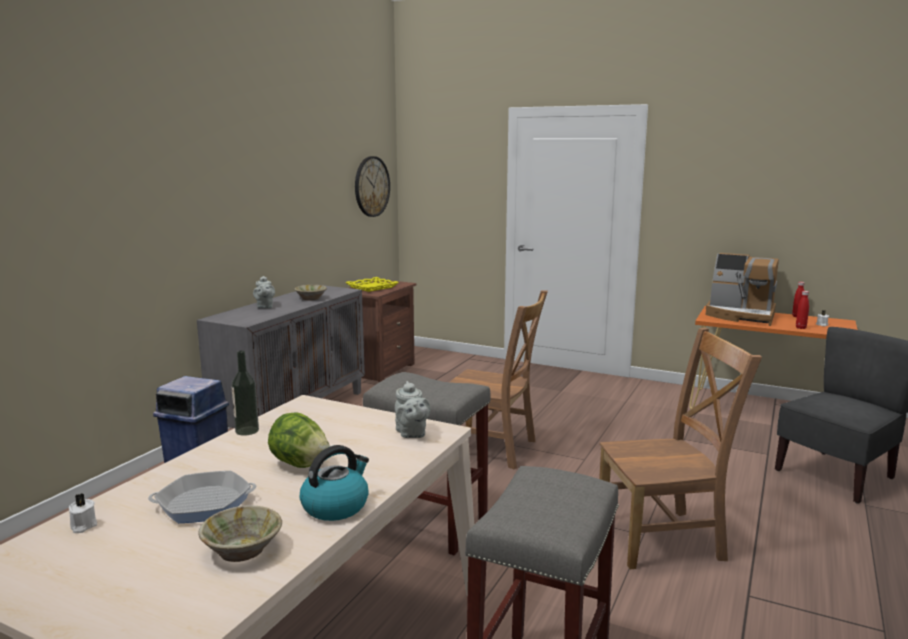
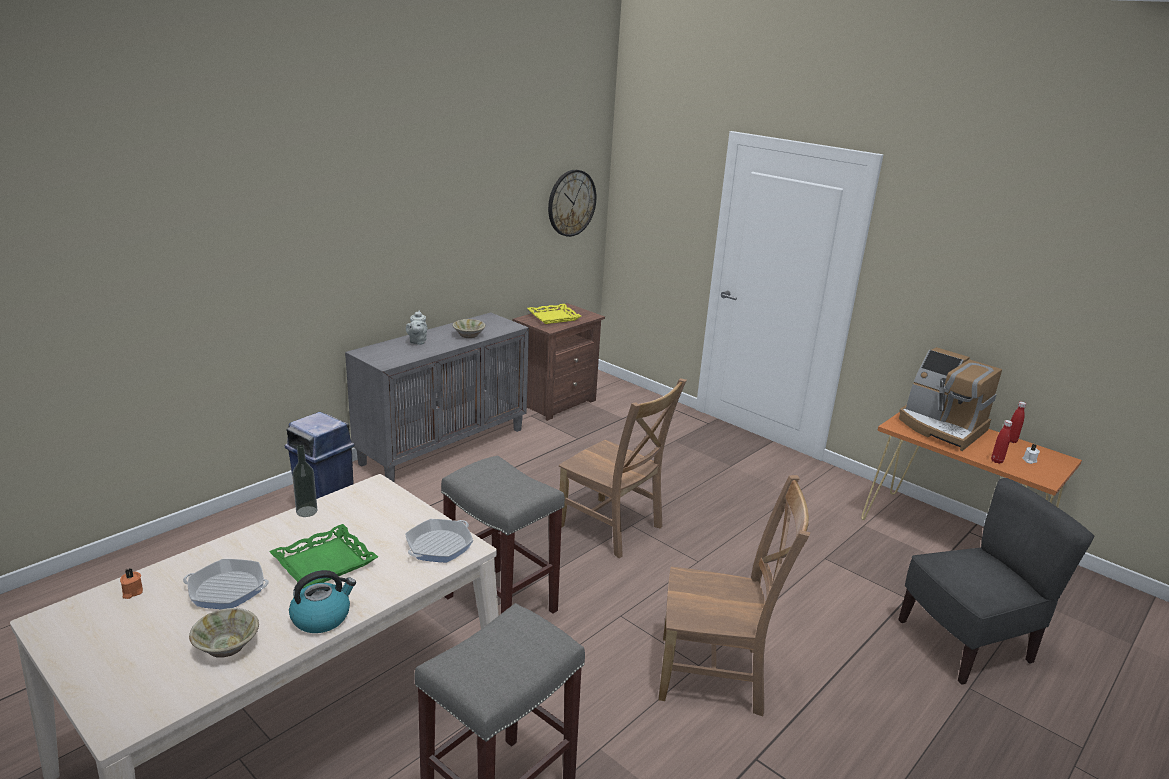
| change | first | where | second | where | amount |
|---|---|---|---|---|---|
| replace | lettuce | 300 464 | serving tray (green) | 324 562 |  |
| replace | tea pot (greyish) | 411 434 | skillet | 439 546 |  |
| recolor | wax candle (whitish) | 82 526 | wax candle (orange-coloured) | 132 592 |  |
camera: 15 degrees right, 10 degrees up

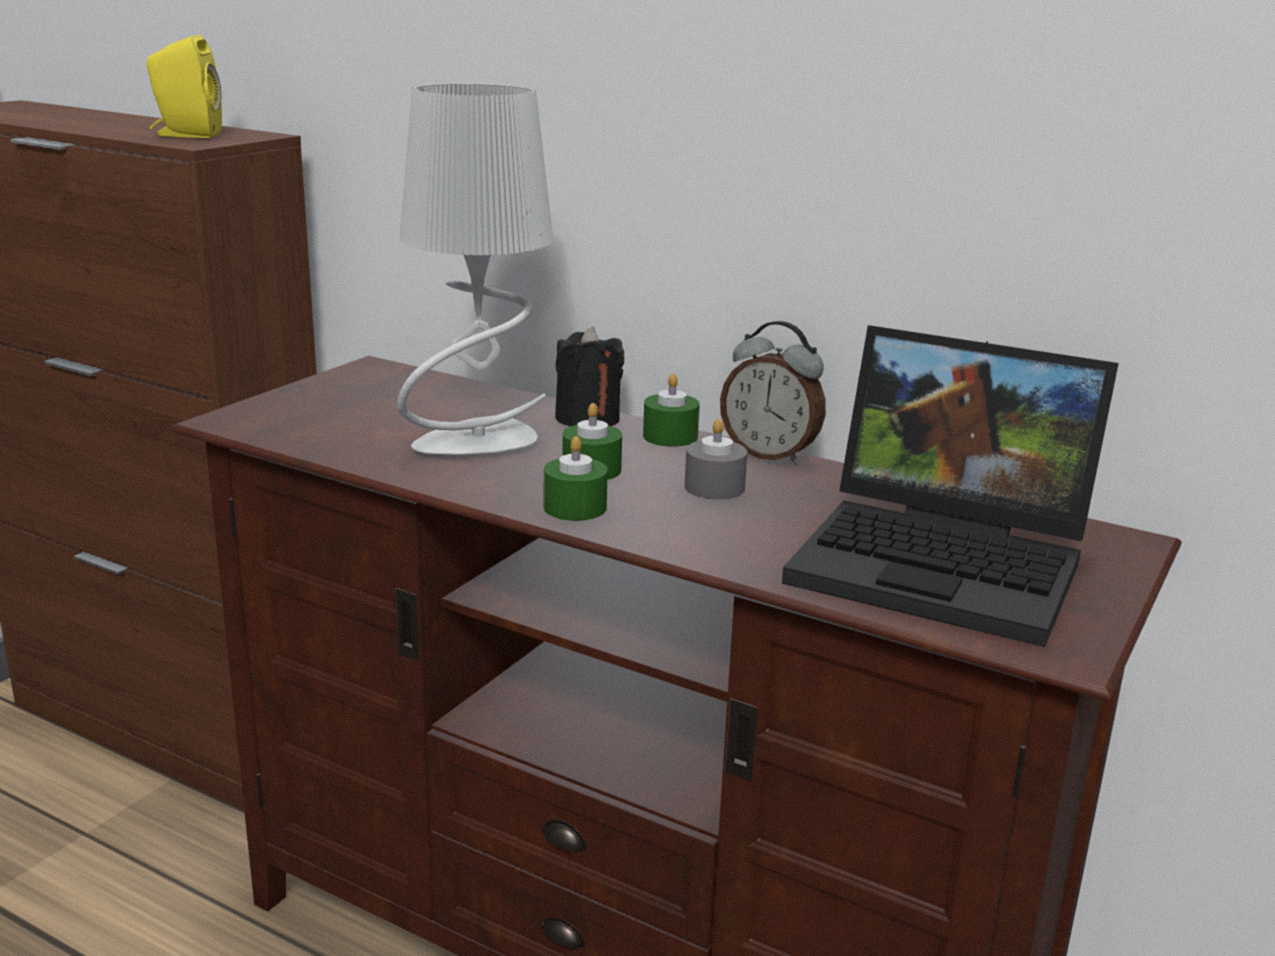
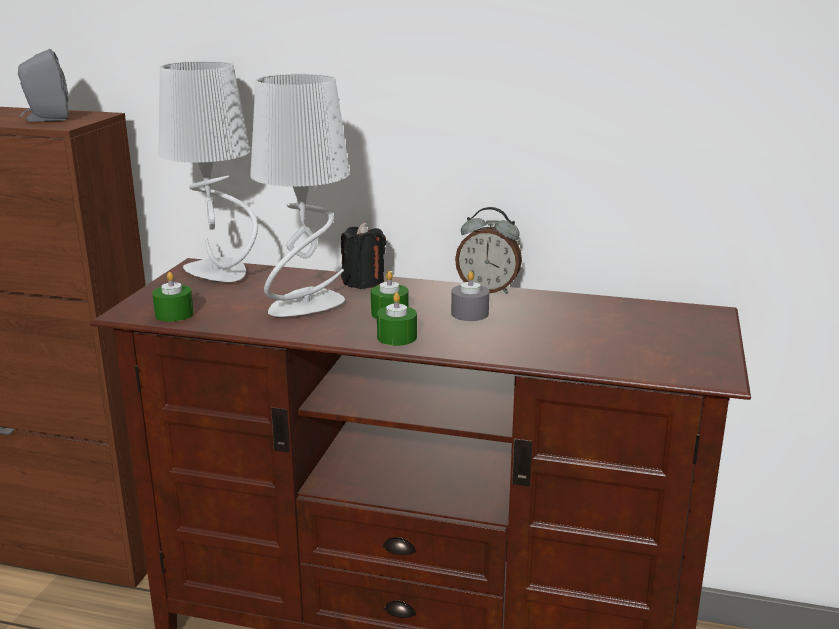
| change | first | where | second | where | amount |
|---|---|---|---|---|---|
| delete | laptop | 948 564 |  |  |  |
| insert |  |  | lamp for a table (greyish) | 219 272 |  |
| move | wax candle (green) | 670 436 |  | 174 314 |  |
| recolor | speaker (yellow) | 186 135 | speaker (greyish) | 46 119 |  |
camera: 15 degrees left, 0 degrees up

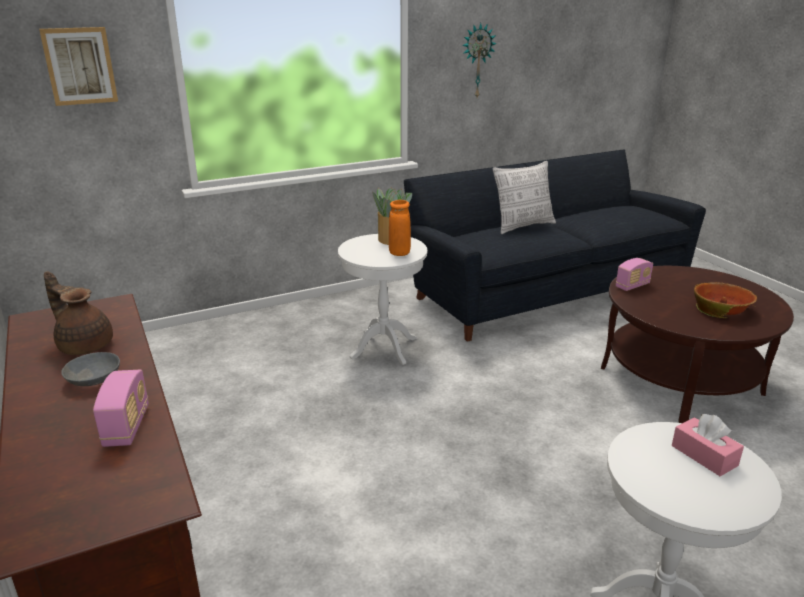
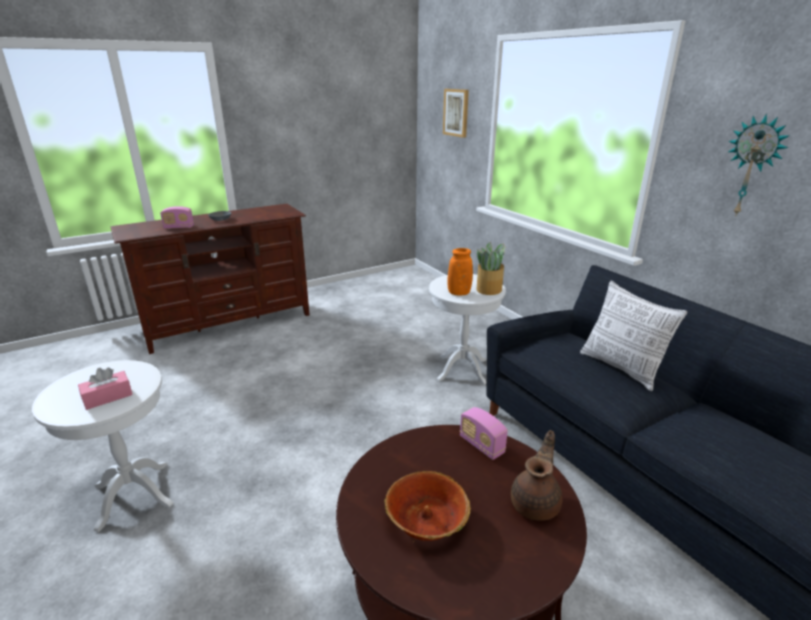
| change | first | where | second | where | amount |
|---|---|---|---|---|---|
| move | tea pot (brown) | 85 344 |  | 536 503 |  |
camera: 85 degrees right, 0 degrees up

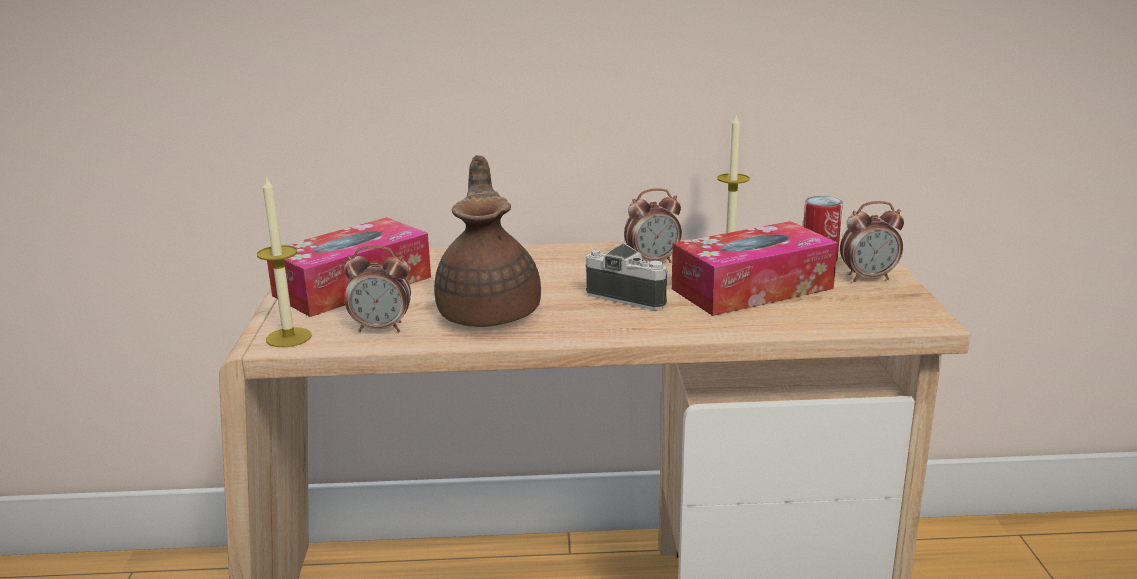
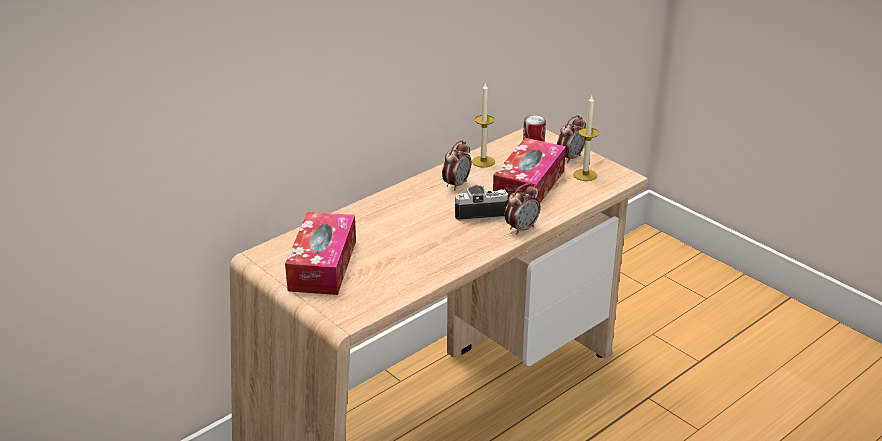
| change | first | where | second | where | amount |
|---|---|---|---|---|---|
| delete | tea pot (brown) | 490 312 |  |  |  |
| move | wax candle | 288 337 |  | 585 175 |  |
| move | table clock | 381 328 |  | 521 228 |  |
camera: 40 degrees left, 10 degrees up

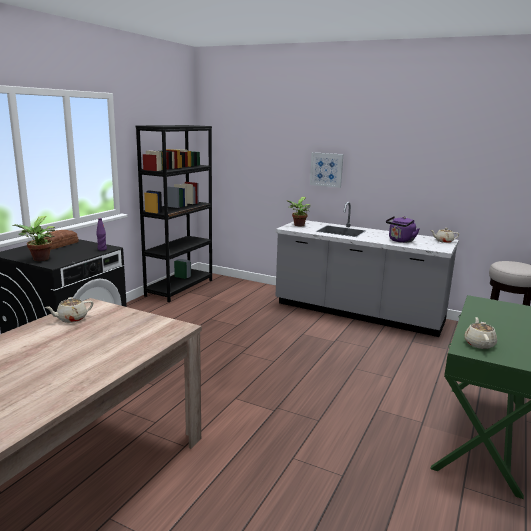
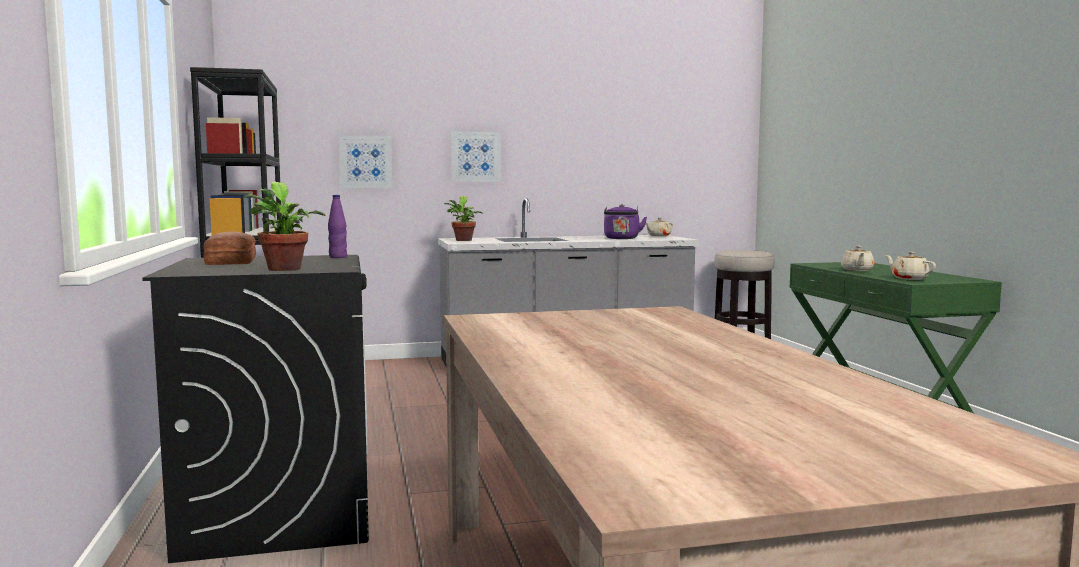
| change | first | where | second | where | amount |
|---|---|---|---|---|---|
| insert |  |  | wall picture | 366 162 |  |
| move | tea pot (sand-coloured) | 71 319 |  | 857 270 |  |
camera: 40 degrees left, 10 degrees down

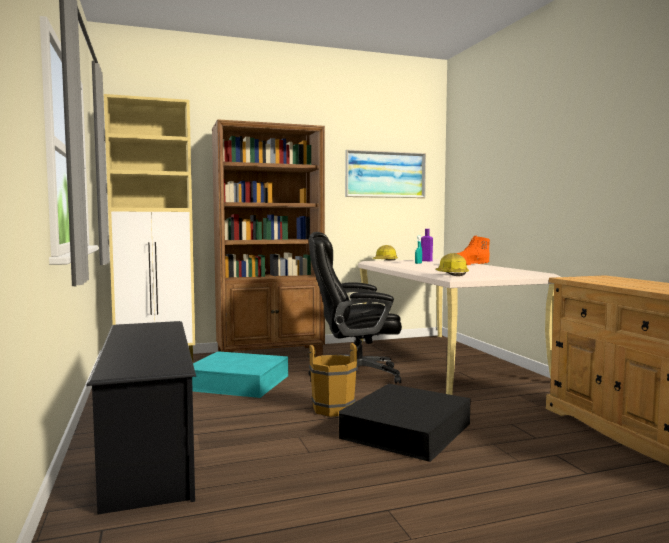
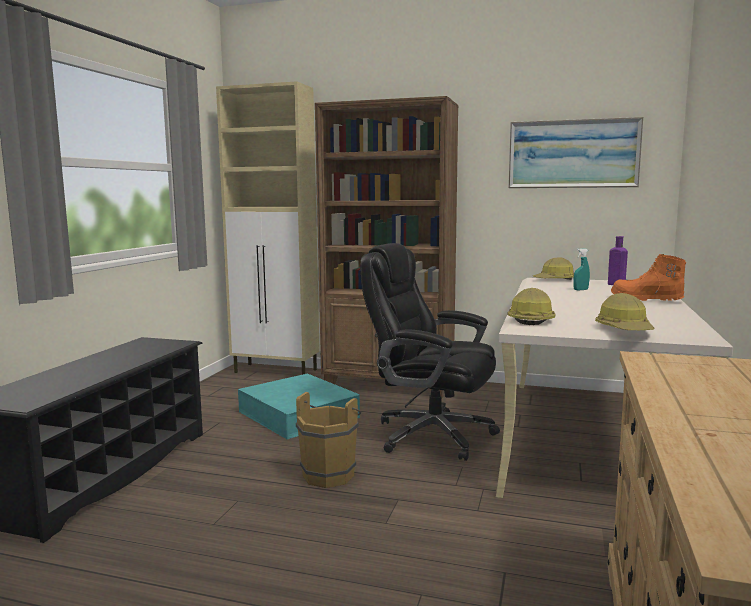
| change | first | where | second | where | amount |
|---|---|---|---|---|---|
| delete | storage container (blackish) | 406 431 |  |  |  |
| insert |  |  | hard hat | 624 329 |  |
camera: 35 degrees right, 5 degrees up

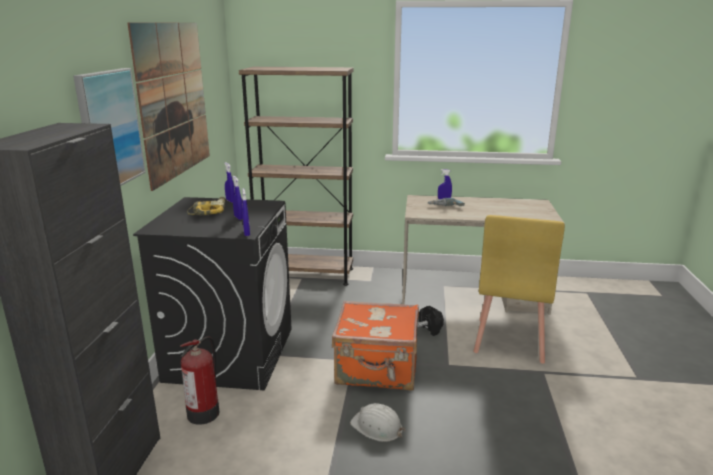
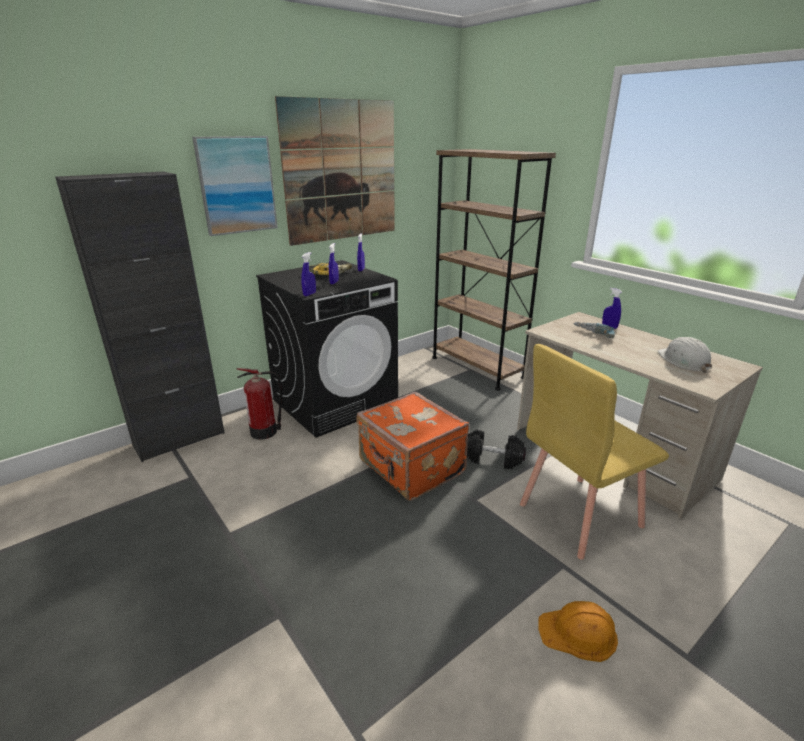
| change | first | where | second | where | amount |
|---|---|---|---|---|---|
| insert |  |  | hard hat (orange-coloured) | 578 633 |  |
| move | hard hat (whitish) | 377 427 |  | 684 361 |  |
camera: 45 degrees right, 5 degrees up

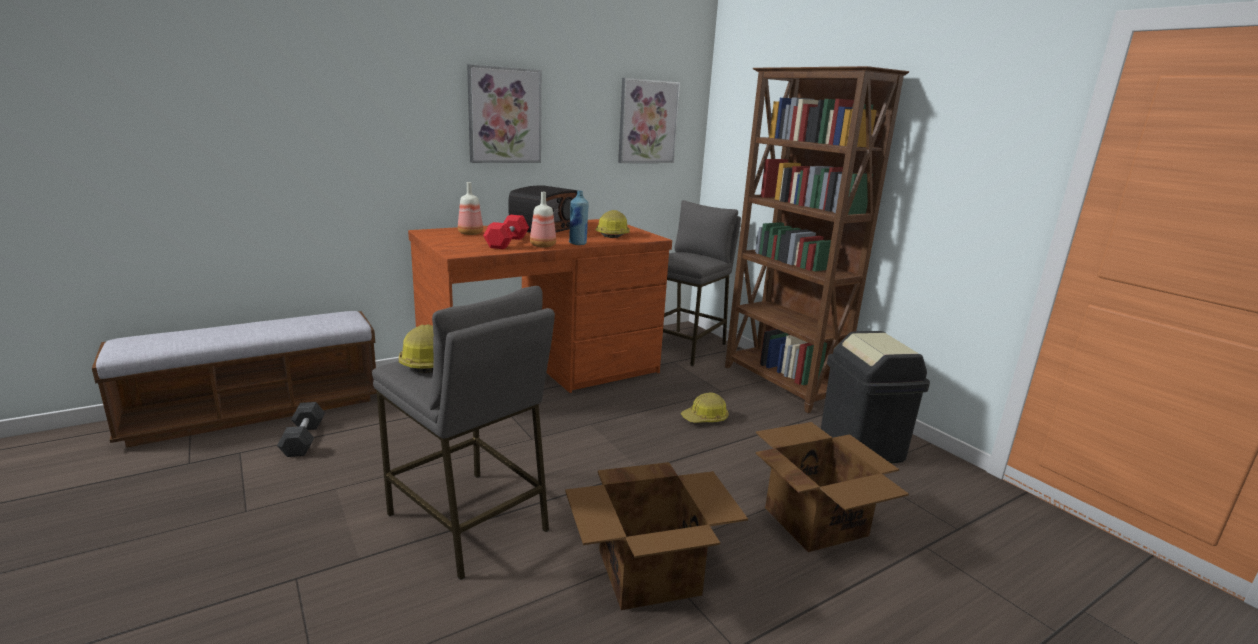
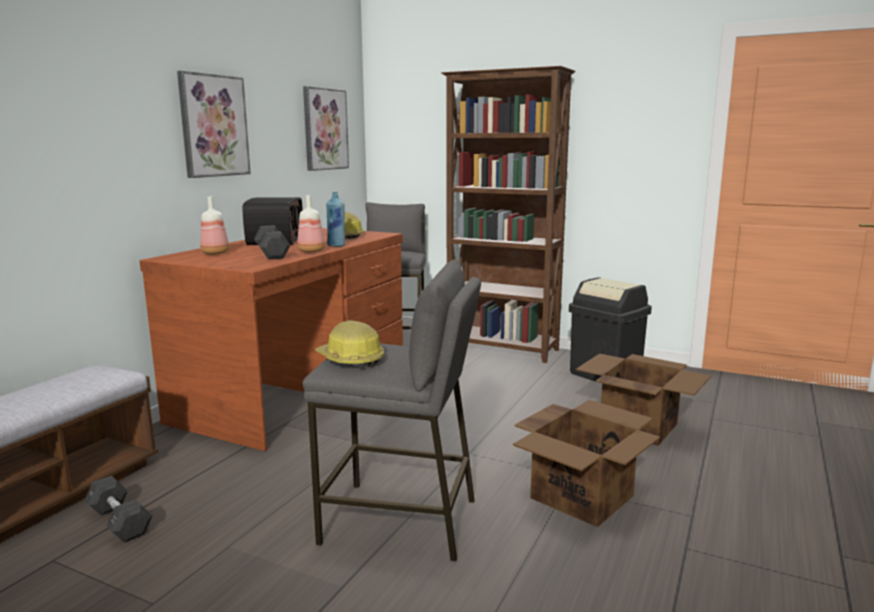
| change | first | where | second | where | amount |
|---|---|---|---|---|---|
| delete | hard hat | 705 418 |  |  |  |
| recolor | hand weight (red) | 507 242 | hand weight (greyish) | 272 254 |  |
camera: 30 degrees left, 5 degrees down

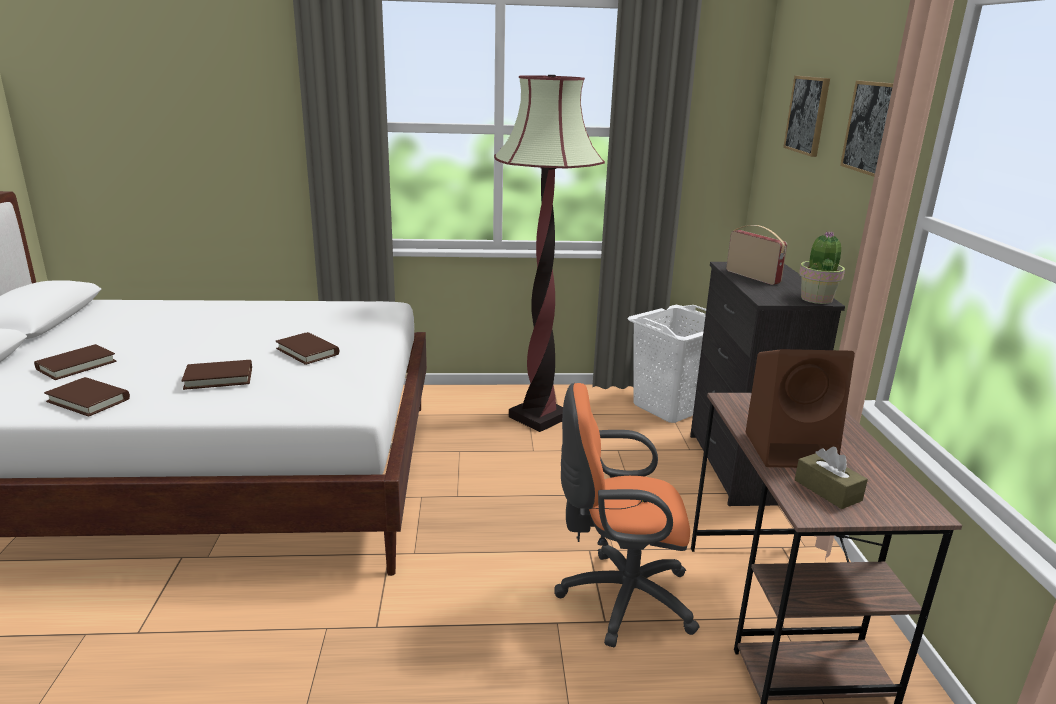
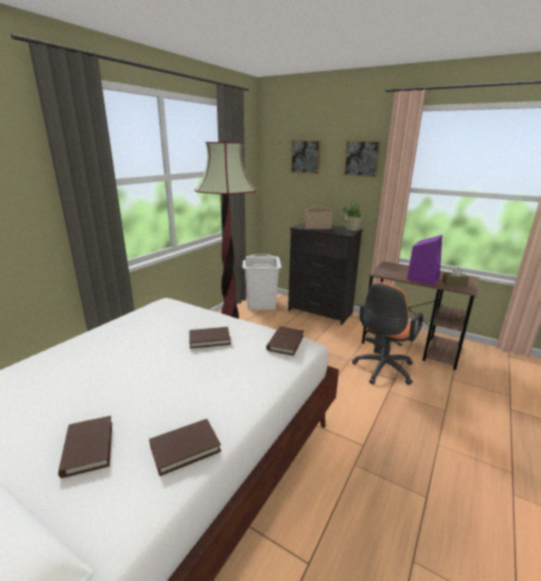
| change | first | where | second | where | amount |
|---|---|---|---|---|---|
| move | book (brown) | 218 378 |  | 285 342 |  |
| recolor | speaker (brown) | 791 449 | speaker (purplish) | 423 278 |  |
camera: 55 degrees left, 0 degrees up

